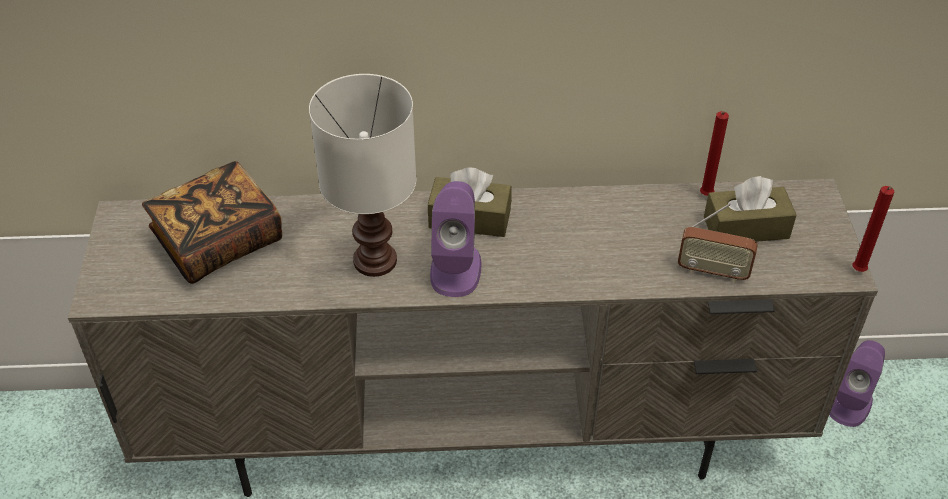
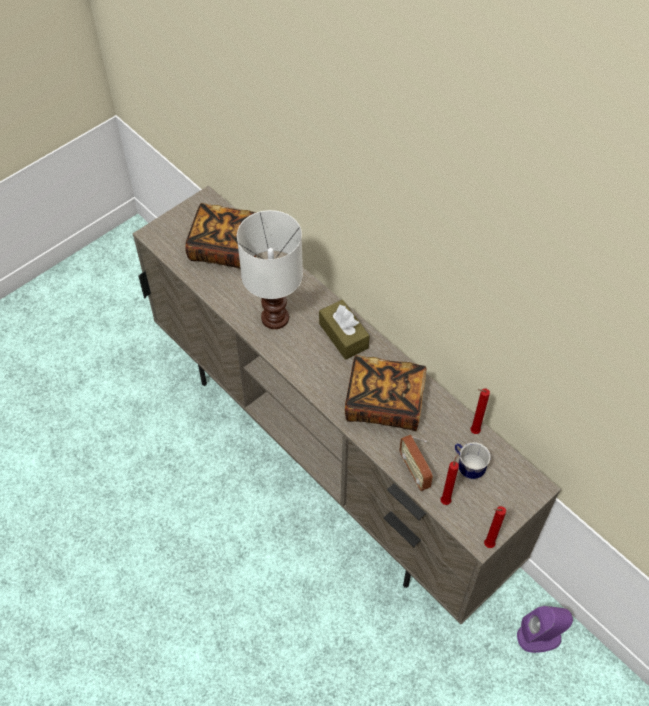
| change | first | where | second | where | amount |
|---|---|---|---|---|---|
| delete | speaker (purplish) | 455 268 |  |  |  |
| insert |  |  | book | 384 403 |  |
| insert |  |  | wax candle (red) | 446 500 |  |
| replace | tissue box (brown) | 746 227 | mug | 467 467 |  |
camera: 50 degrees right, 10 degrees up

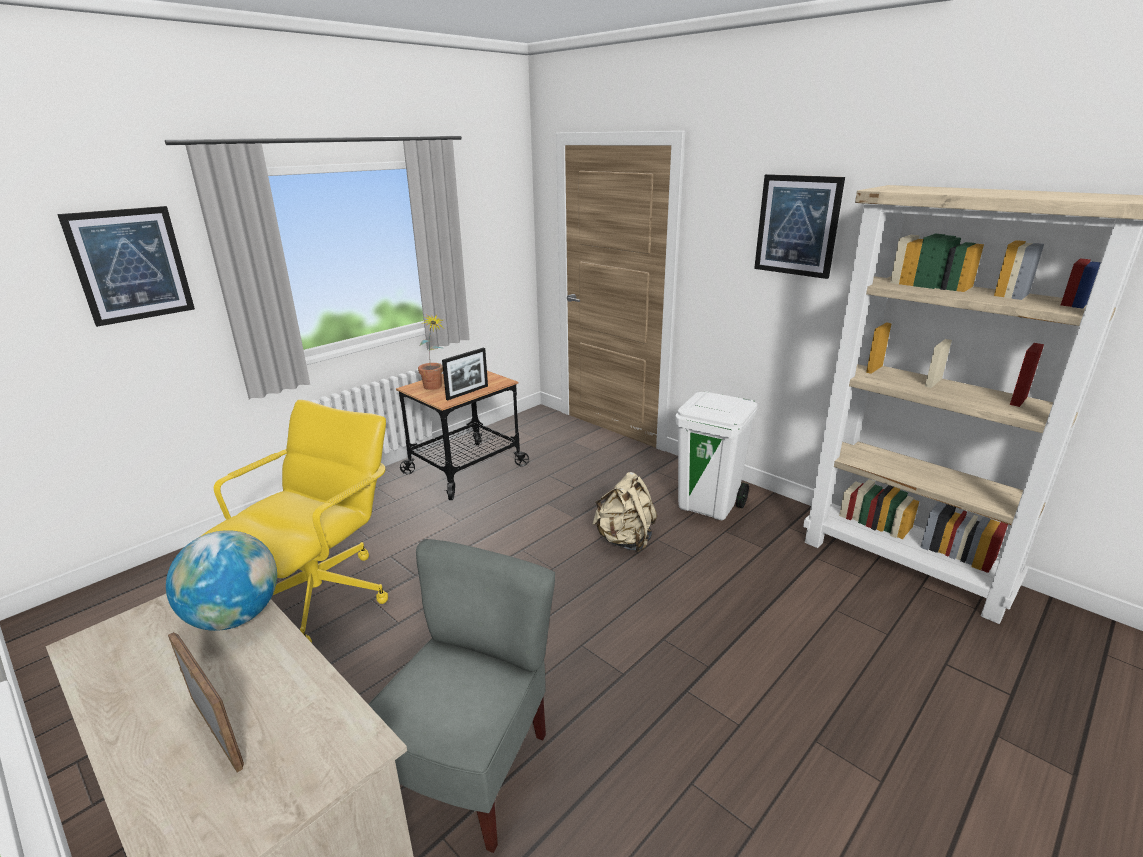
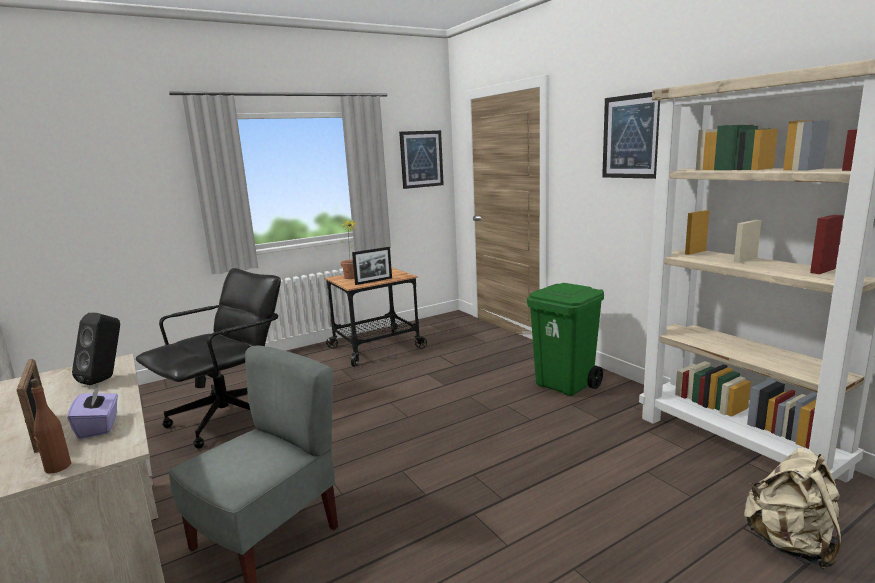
| change | first | where | second | where | amount |
|---|---|---|---|---|---|
| insert |  |  | bottle (brown) | 57 467 |  |
| insert |  |  | tissue box (purplish) | 99 427 |  |
| move | wall picture | 130 265 |  | 421 159 |  |
| move | backpack (sand-coloured) | 625 540 |  | 790 544 |  |
| replace | world globe | 235 617 | speaker (blackish) | 106 379 |  |
| recolor | computer chair (yellow) | 321 597 | computer chair (blackish) | 227 418 |  |
| recolor | waste bin (whitish) | 709 505 | waste bin (green) | 565 385 |  |
camera: 15 degrees right, 10 degrees down

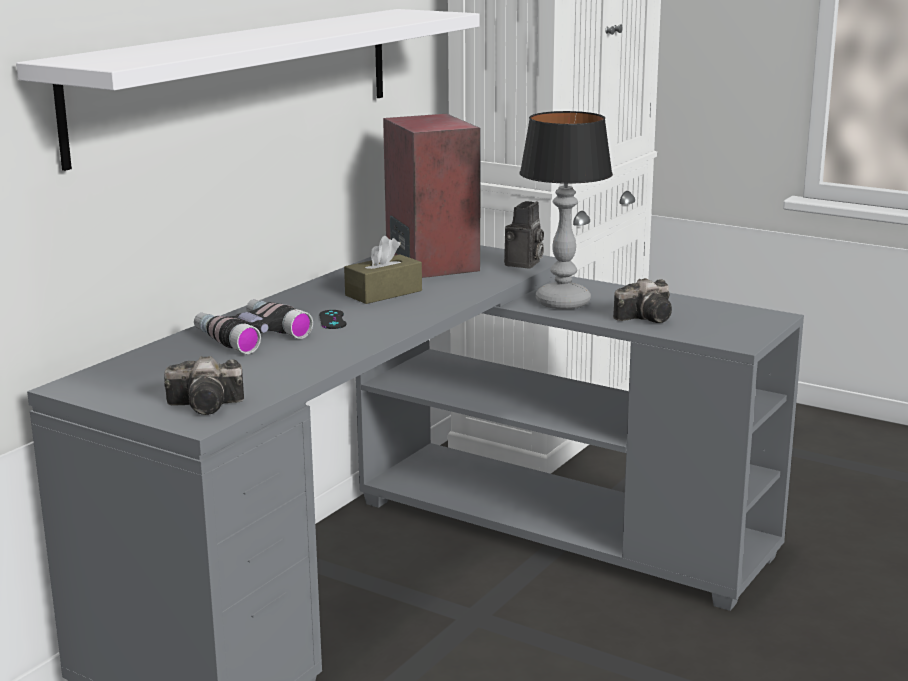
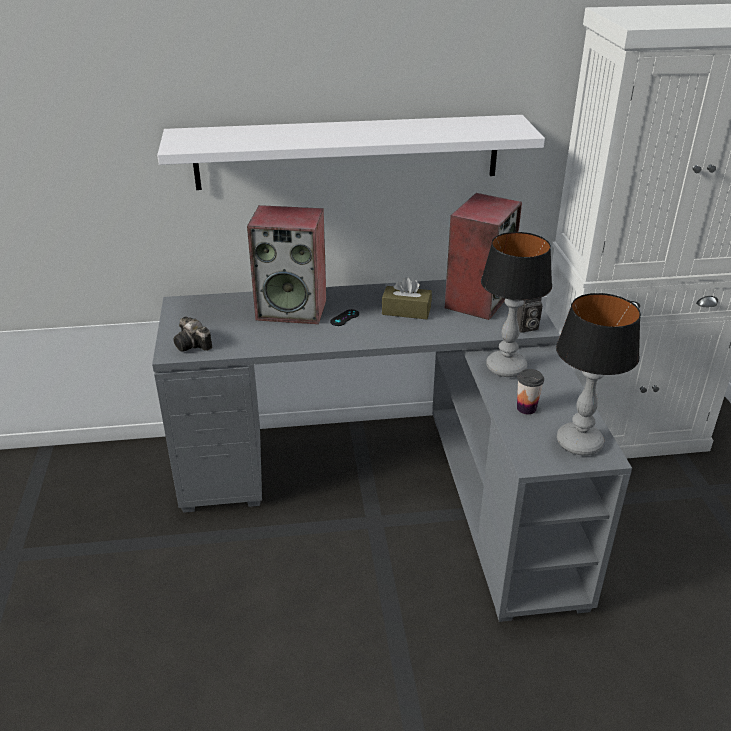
| change | first | where | second | where | amount |
|---|---|---|---|---|---|
| insert |  |  | lamp for a table | 579 442 |  |
| replace | pair of binoculars | 250 336 | speaker | 293 309 |  |
| replace | photo camera | 648 317 | cup | 526 408 |  |
camera: 50 degrees right, 15 degrees up

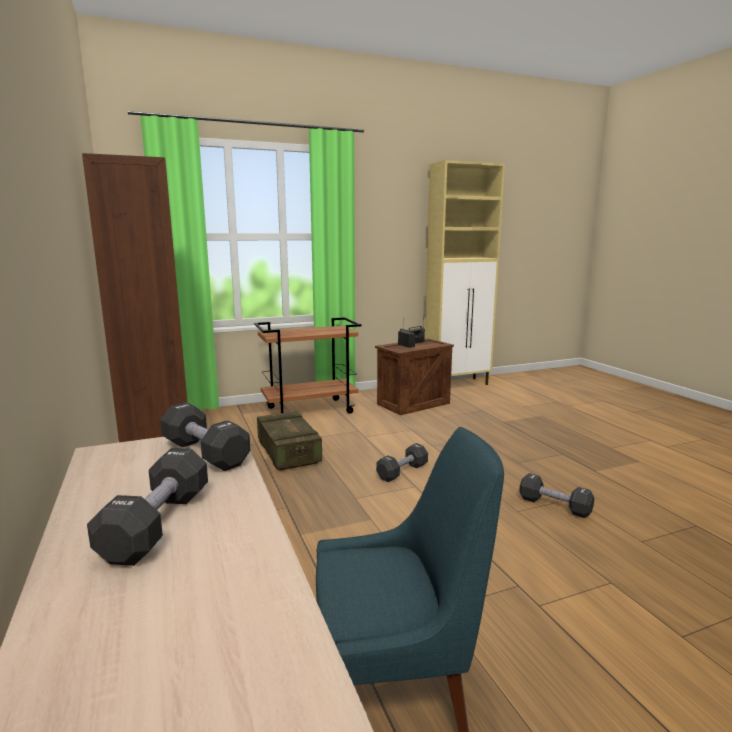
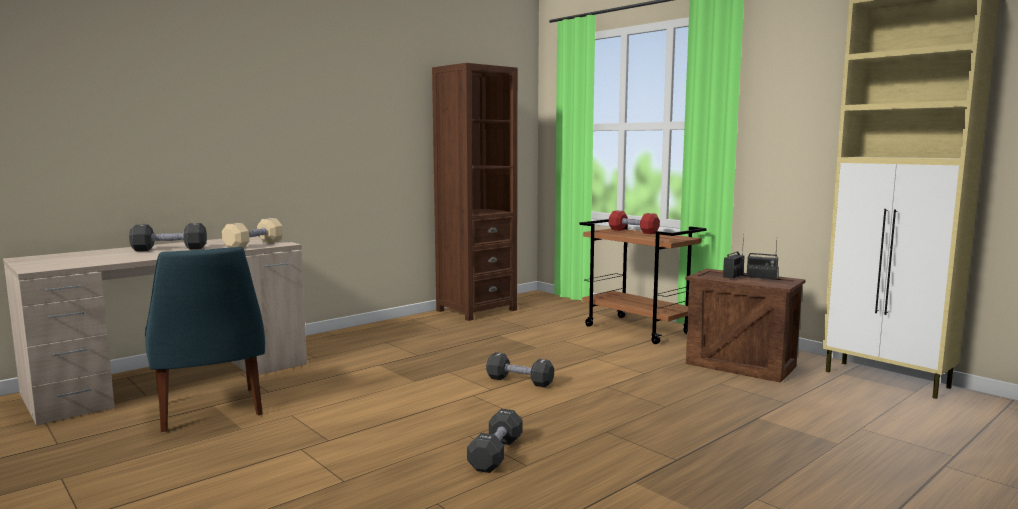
| change | first | where | second | where | amount |
|---|---|---|---|---|---|
| delete | packing crate | 288 452 |  |  |  |
| insert |  |  | hand weight (red) | 633 231 |  |
| recolor | hand weight (blackish) | 205 453 | hand weight (sand-coloured) | 254 245 |  |
camera: 70 degrees right, 5 degrees down

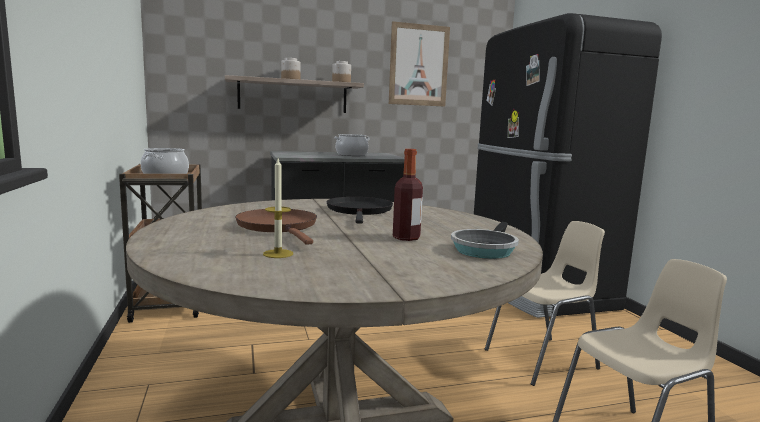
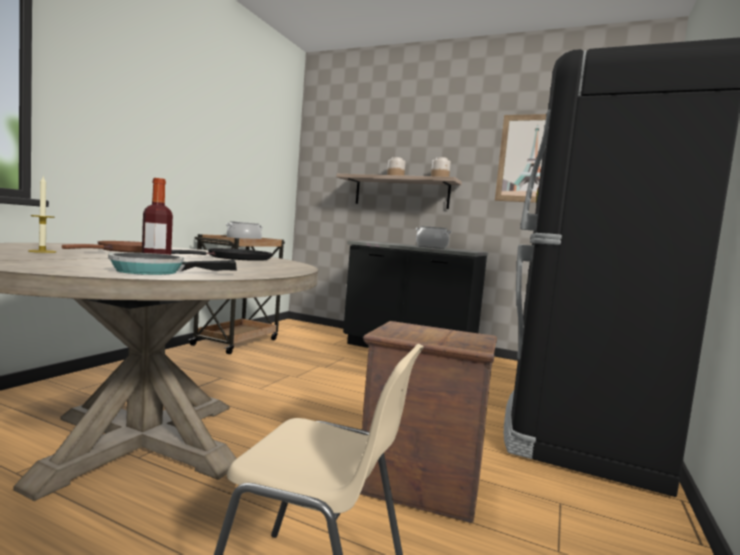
| change | first | where | second | where | amount |
|---|---|---|---|---|---|
| replace | upright chair (sand-coloured) | 542 360 | packing crate | 419 486 |  |
camera: 40 degrees right, 5 degrees down

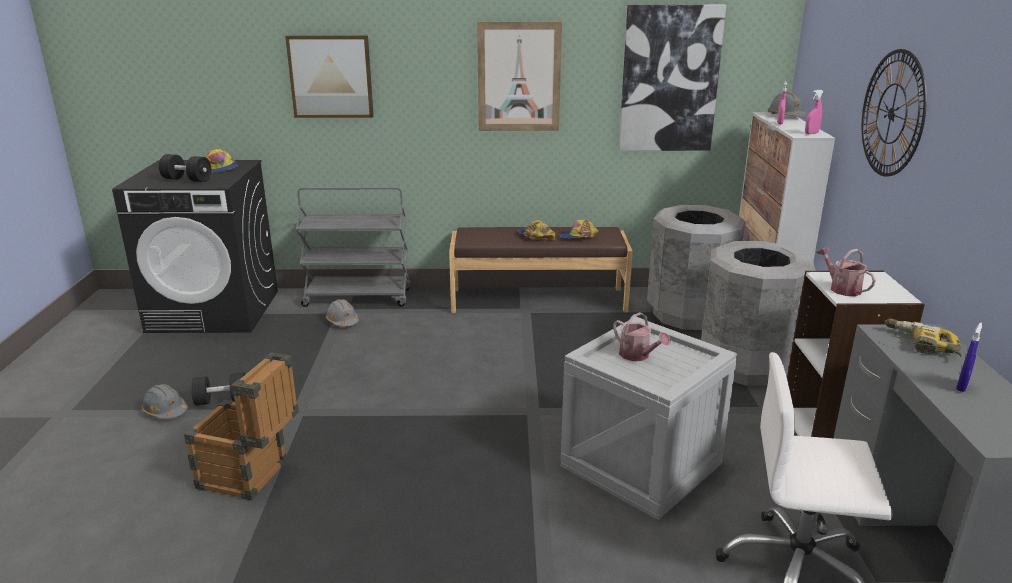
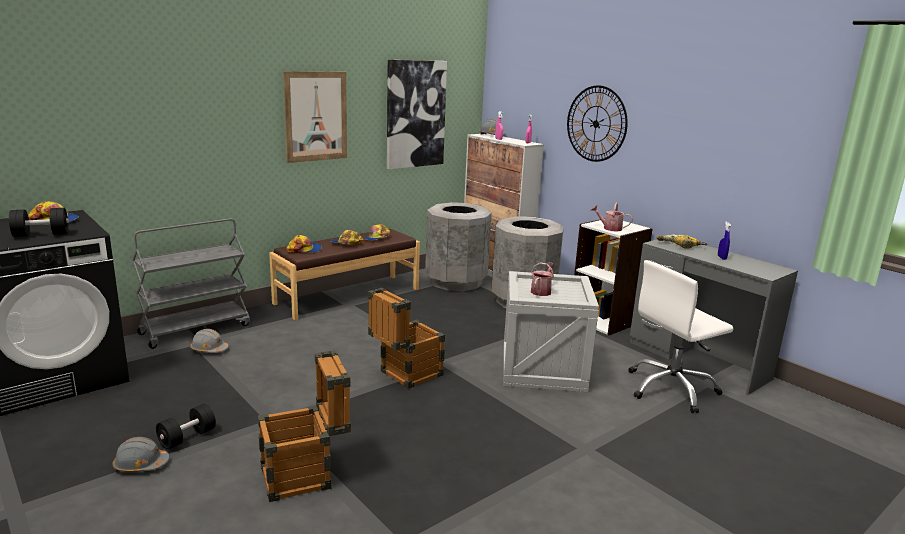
| change | first | where | second | where | amount |
|---|---|---|---|---|---|
| delete | wall picture | 331 76 |  |  |  |
| insert |  |  | cap | 304 249 |  |
| insert |  |  | packing crate | 405 375 |  |
| rotate | sprinkling can | 638 355 |  | 542 291 | 75 degrees counterclockwise |
camera: 40 degrees left, 5 degrees down

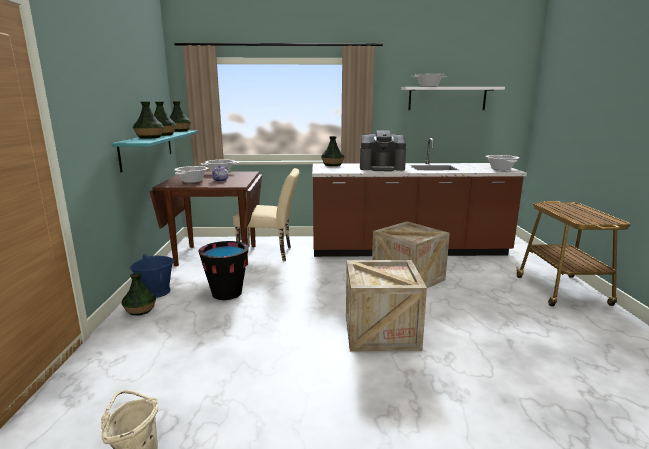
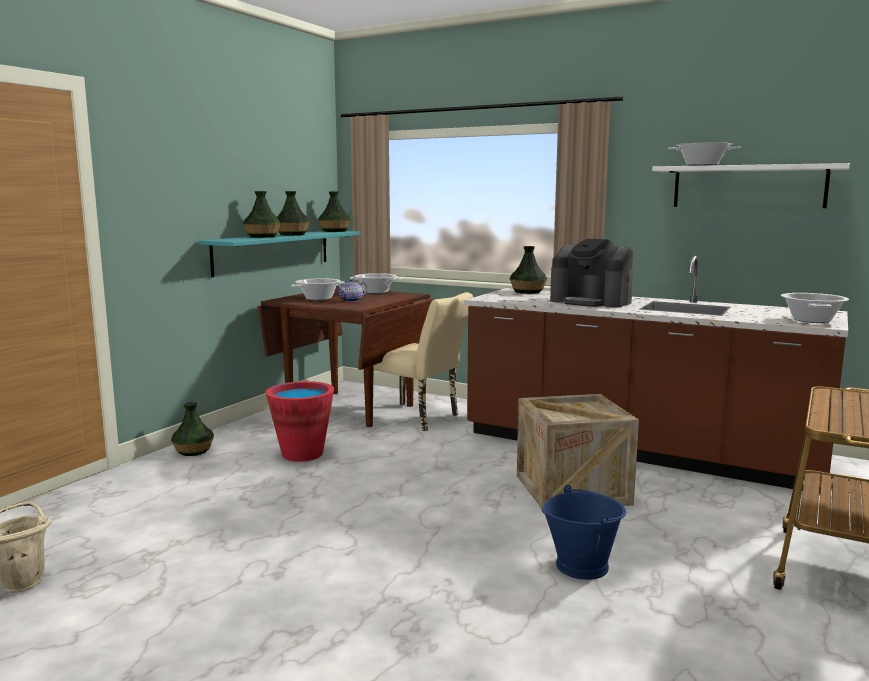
| change | first | where | second | where | amount |
|---|---|---|---|---|---|
| delete | packing crate | 381 332 |  |  |  |
| move | pail (blue) | 156 292 |  | 582 565 |  |
| recolor | pail (blackish) | 227 293 | pail (red) | 302 454 |  |
camera: 30 degrees right, 5 degrees down

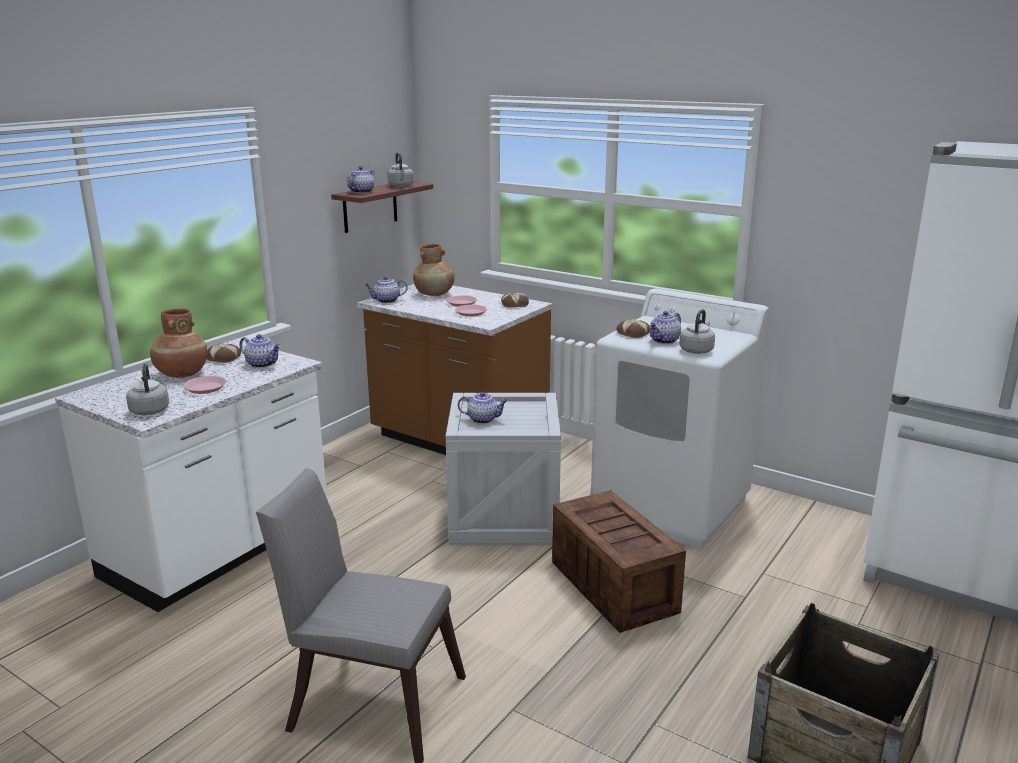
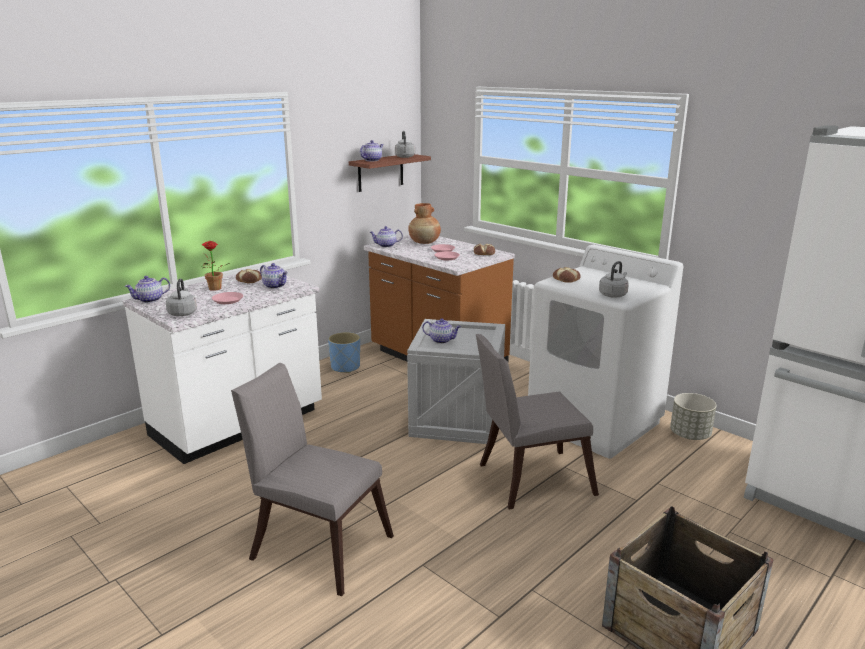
| change | first | where | second | where | amount |
|---|---|---|---|---|---|
| insert |  |  | flower pot (blue) | 345 367 |  |
| insert |  |  | flower pot (greyish) | 690 435 |  |
| move | tea pot | 664 341 |  | 150 300 |  |
| replace | vase (brown) | 181 374 | plant in a pot | 215 289 |  |
| replace | packing crate | 612 585 | upright chair (greyish) | 528 479 |  |
camera: 10 degrees right, 0 degrees up

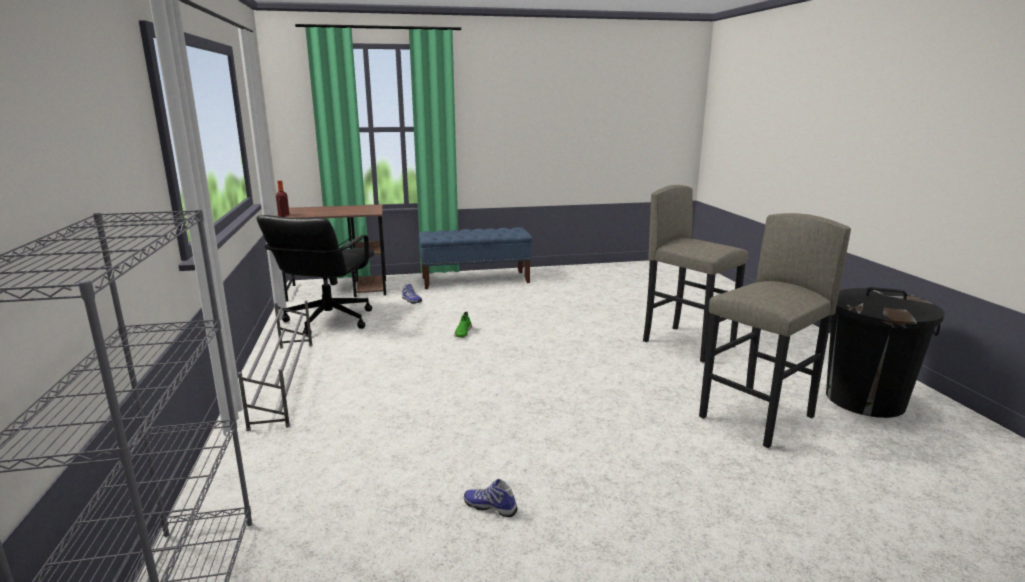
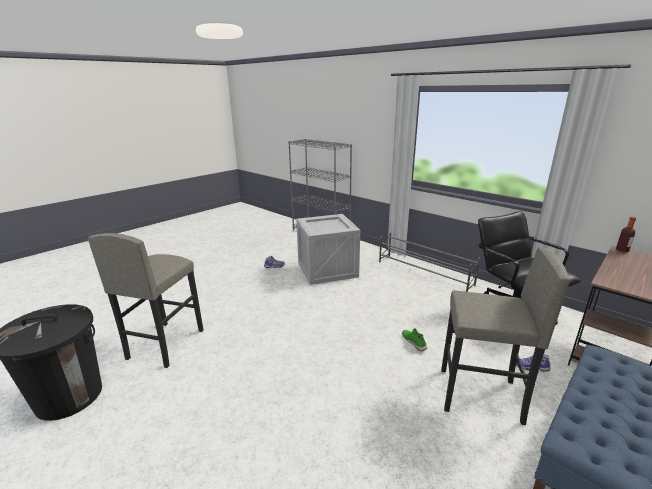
| change | first | where | second | where | amount |
|---|---|---|---|---|---|
| insert |  |  | packing crate | 326 270 |  |
| move | stool seat (greyish) | 688 343 |  | 480 396 |  |
camera: 145 degrees right, 5 degrees up

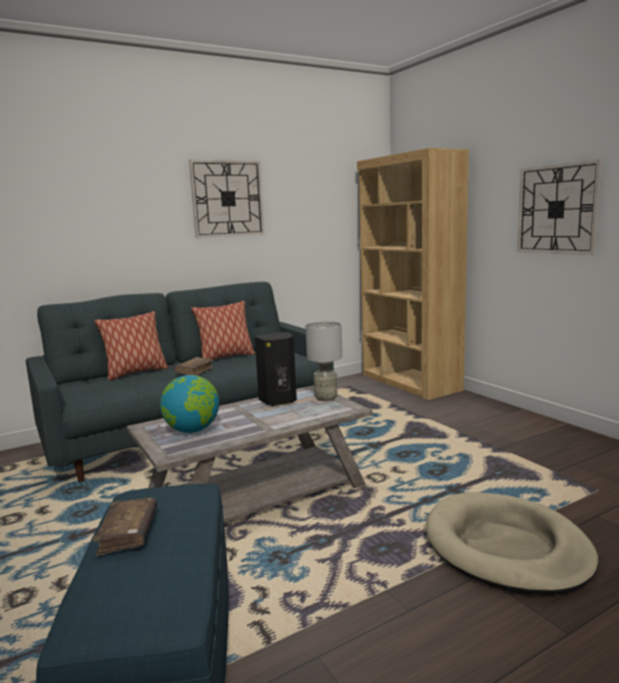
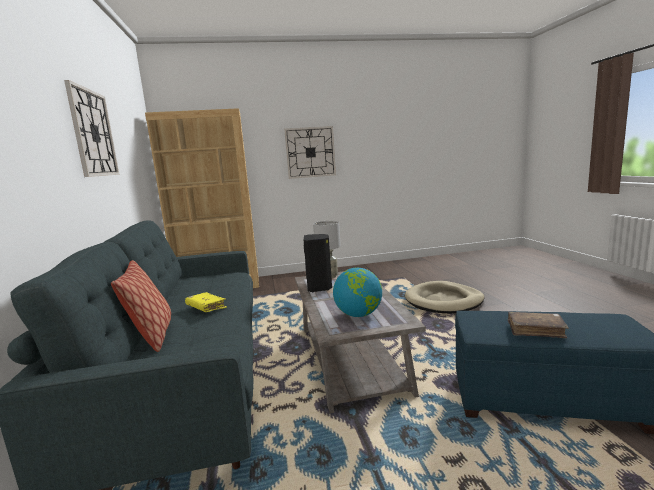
| change | first | where | second | where | amount |
|---|---|---|---|---|---|
| delete | cushion | 226 357 |  |  |  |
| recolor | book (brown) | 194 371 | book (yellow) | 206 307 |  |
camera: 70 degrees left, 0 degrees up

